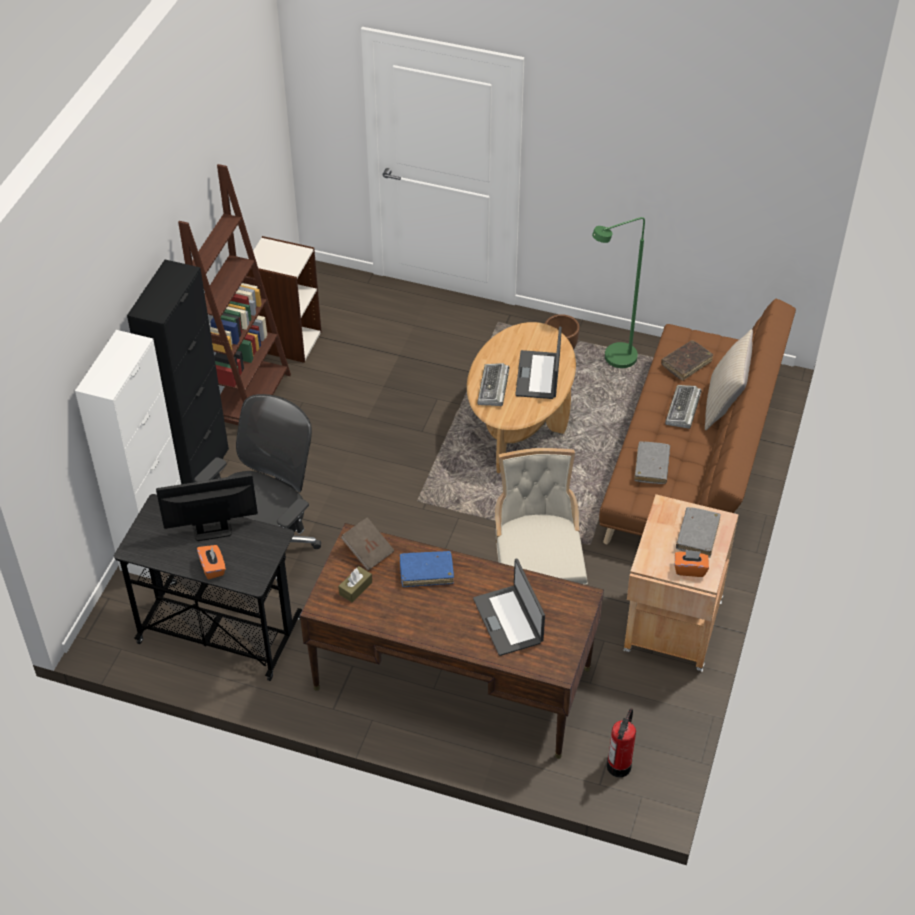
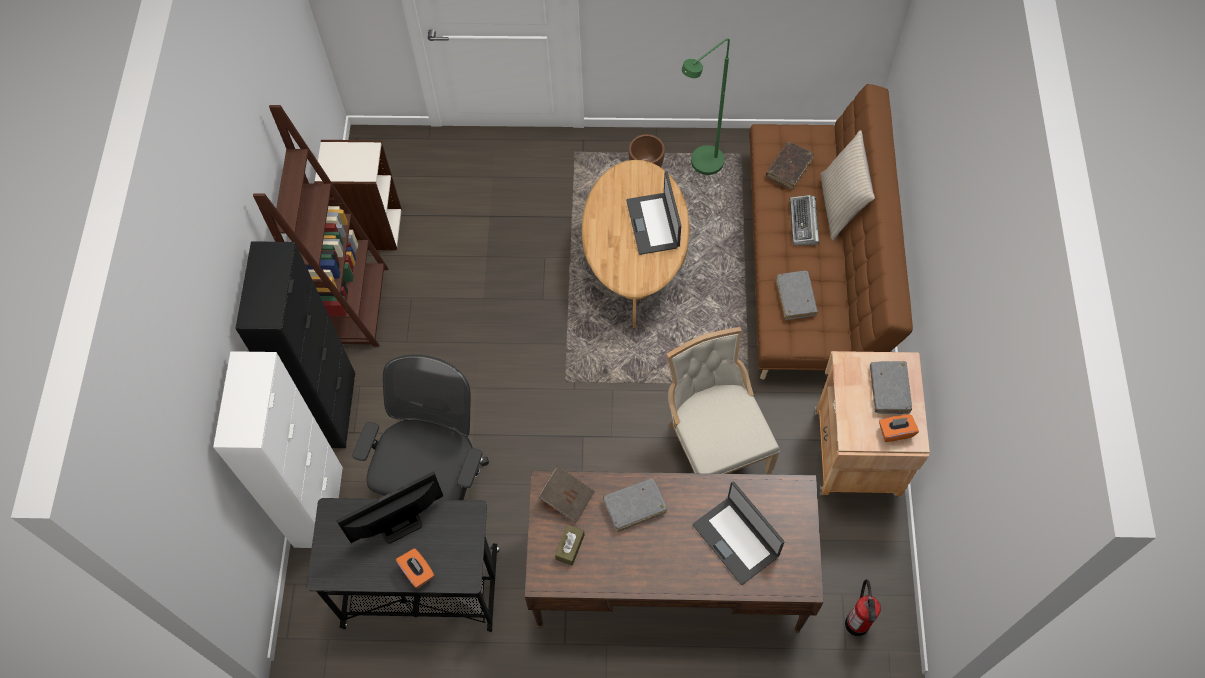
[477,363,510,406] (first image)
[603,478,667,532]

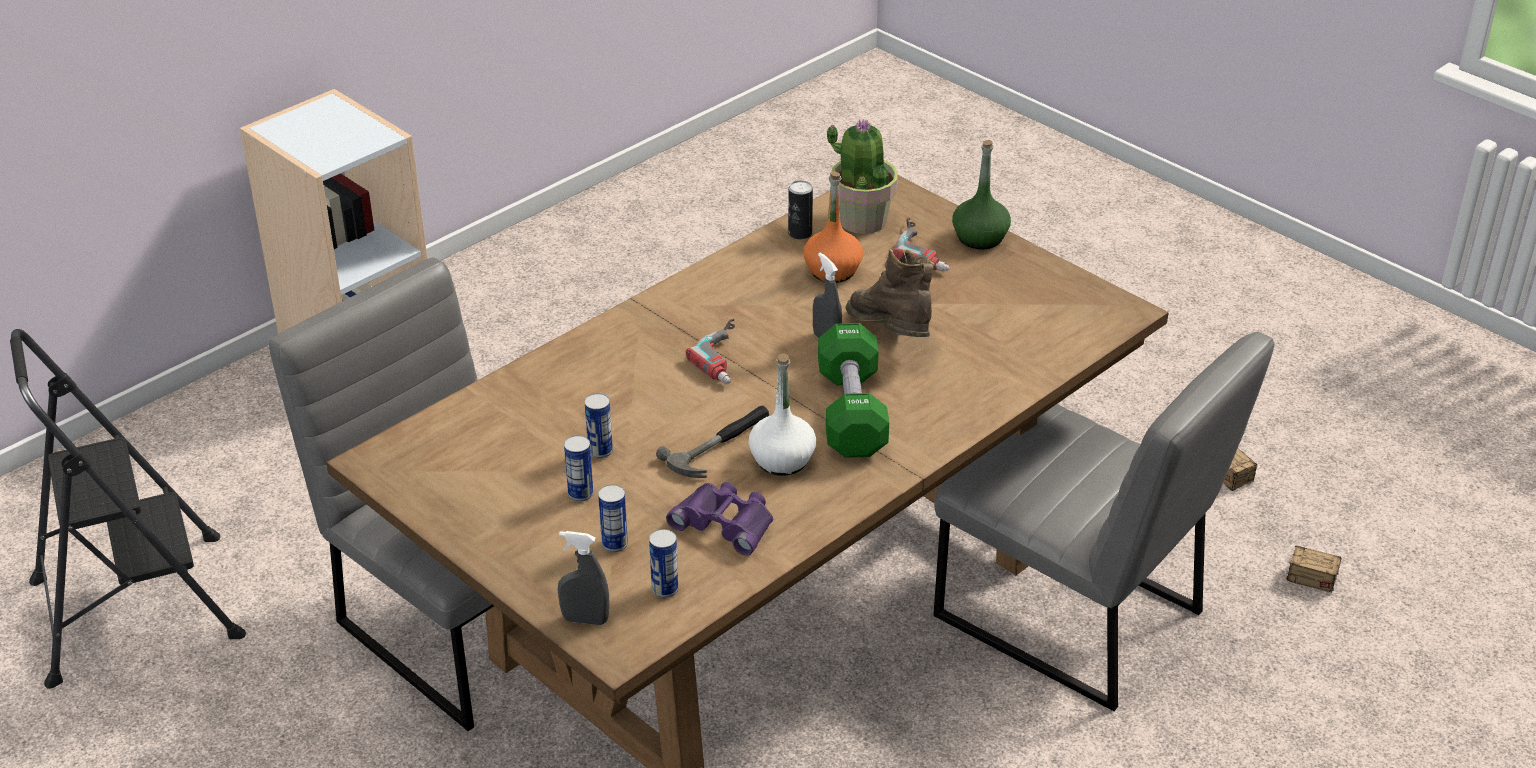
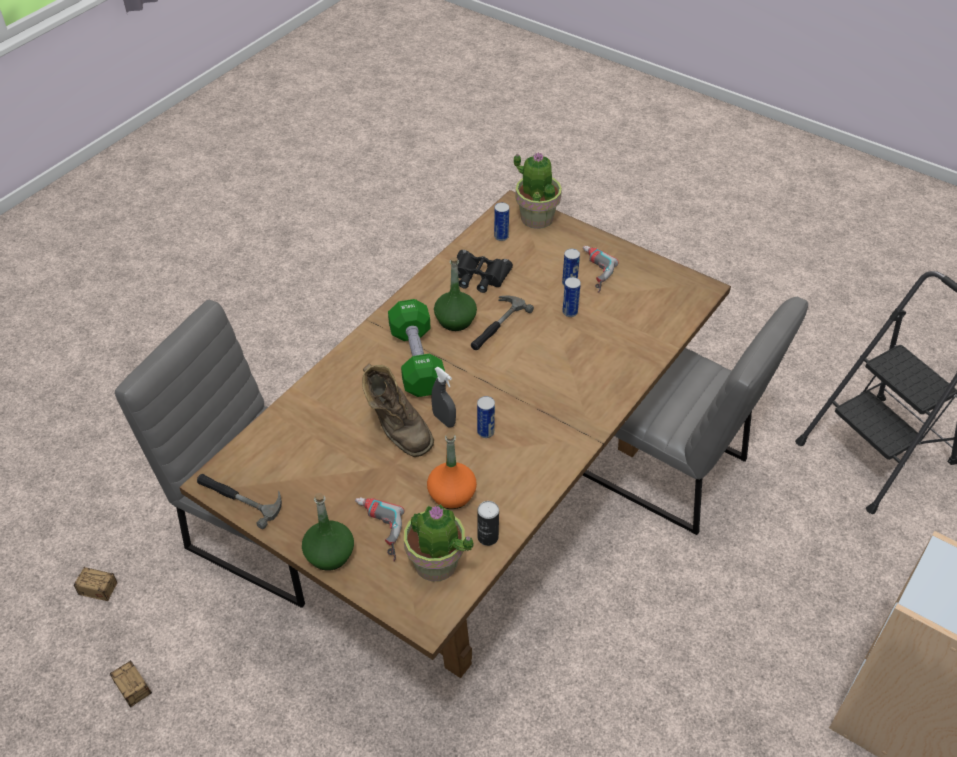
[583,246,619,293]
[434,257,477,331]
[457,250,513,293]
[477,396,495,438]
[514,152,562,229]
[197,474,282,529]

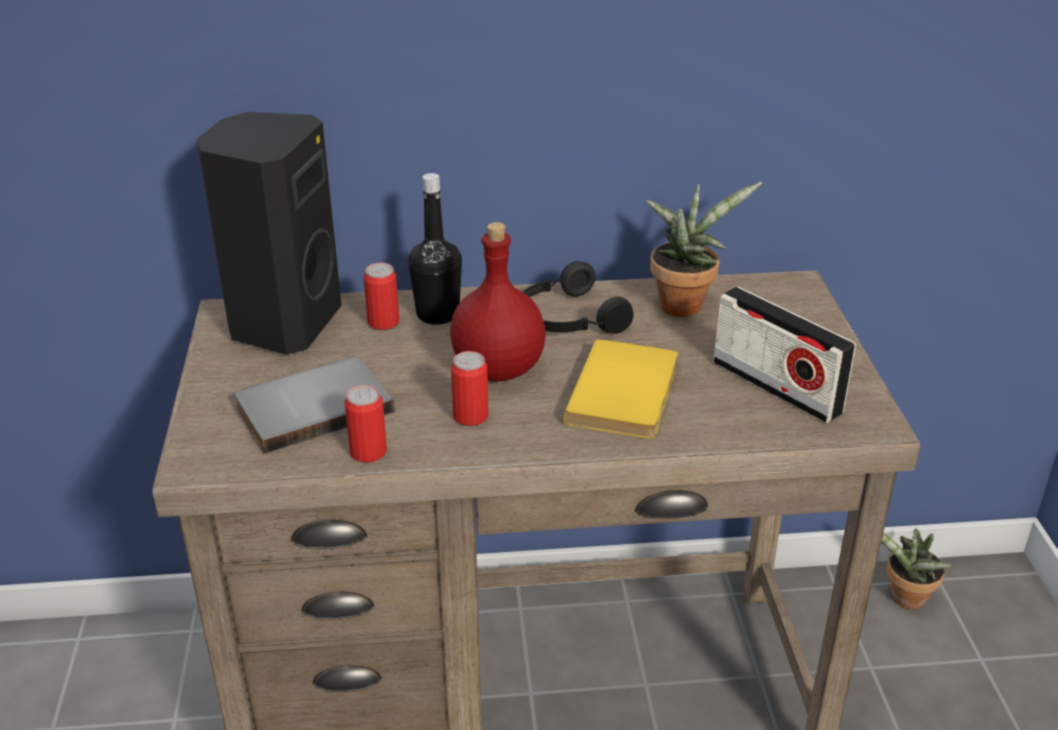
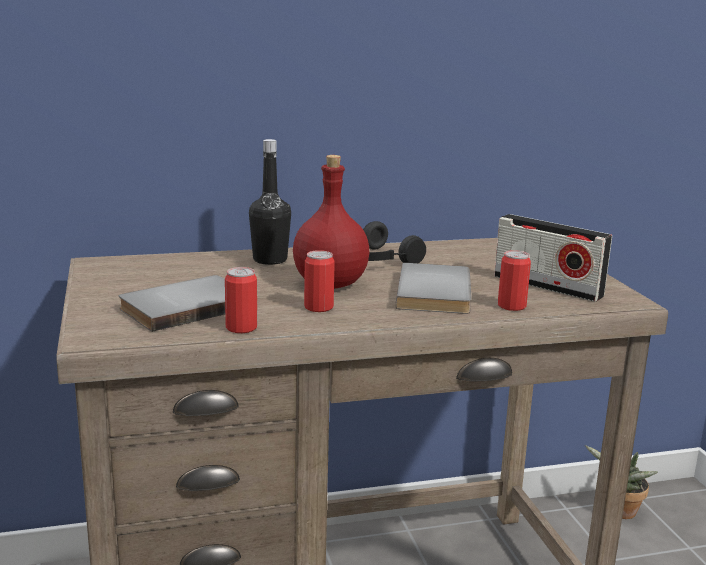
[197,112,342,354] (first image)
[646,182,762,317] (first image)
[498,250,531,311]
[396,263,472,314]

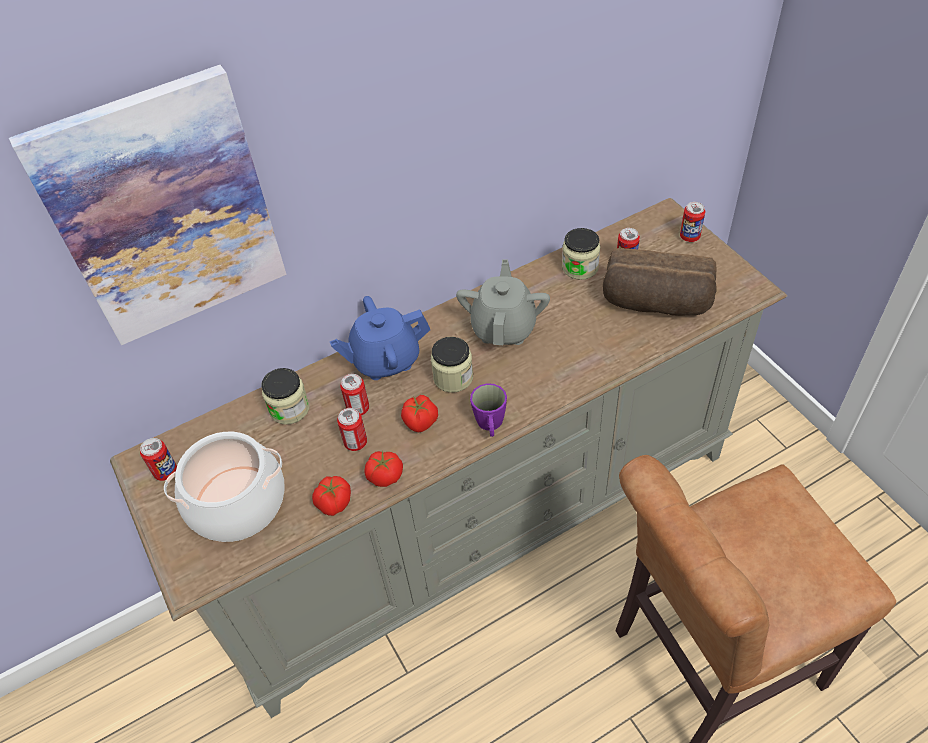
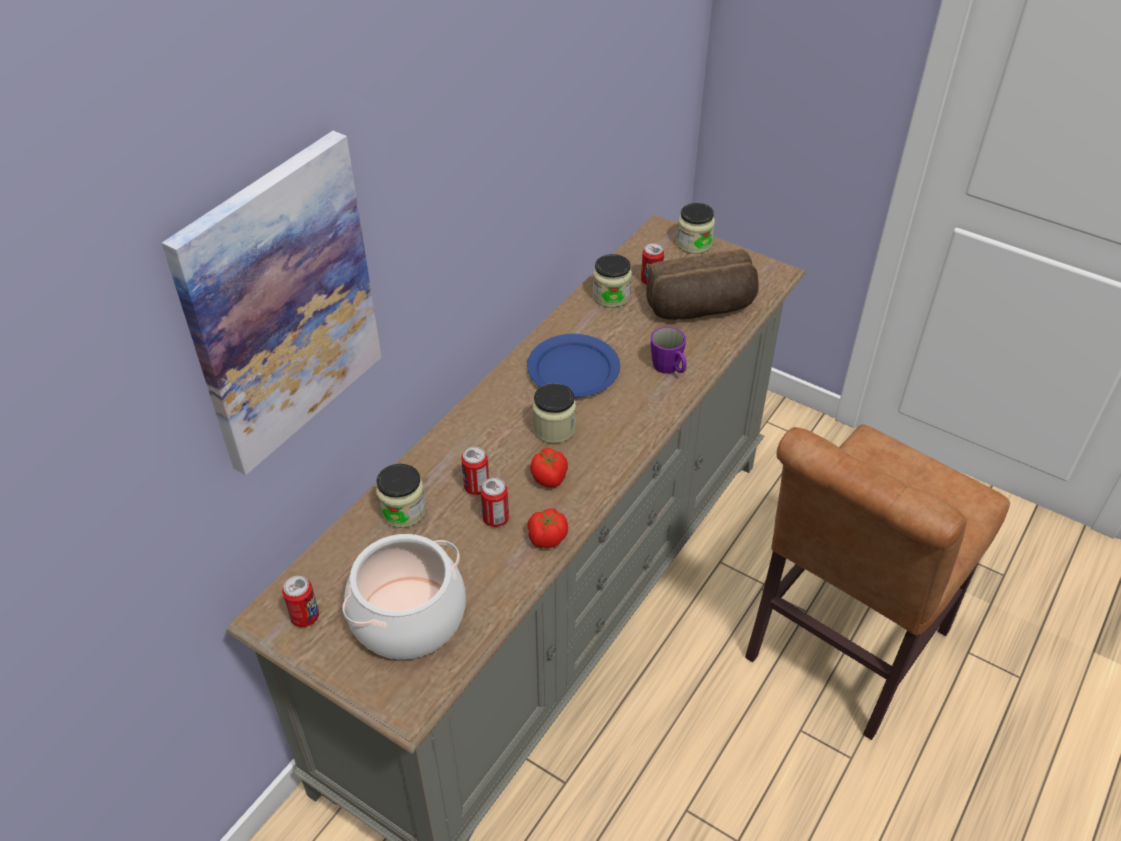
[676,203,715,254]
[527,334,620,397]
[330,296,430,380] (first image)
[651,327,687,374]
[312,476,351,516] (first image)

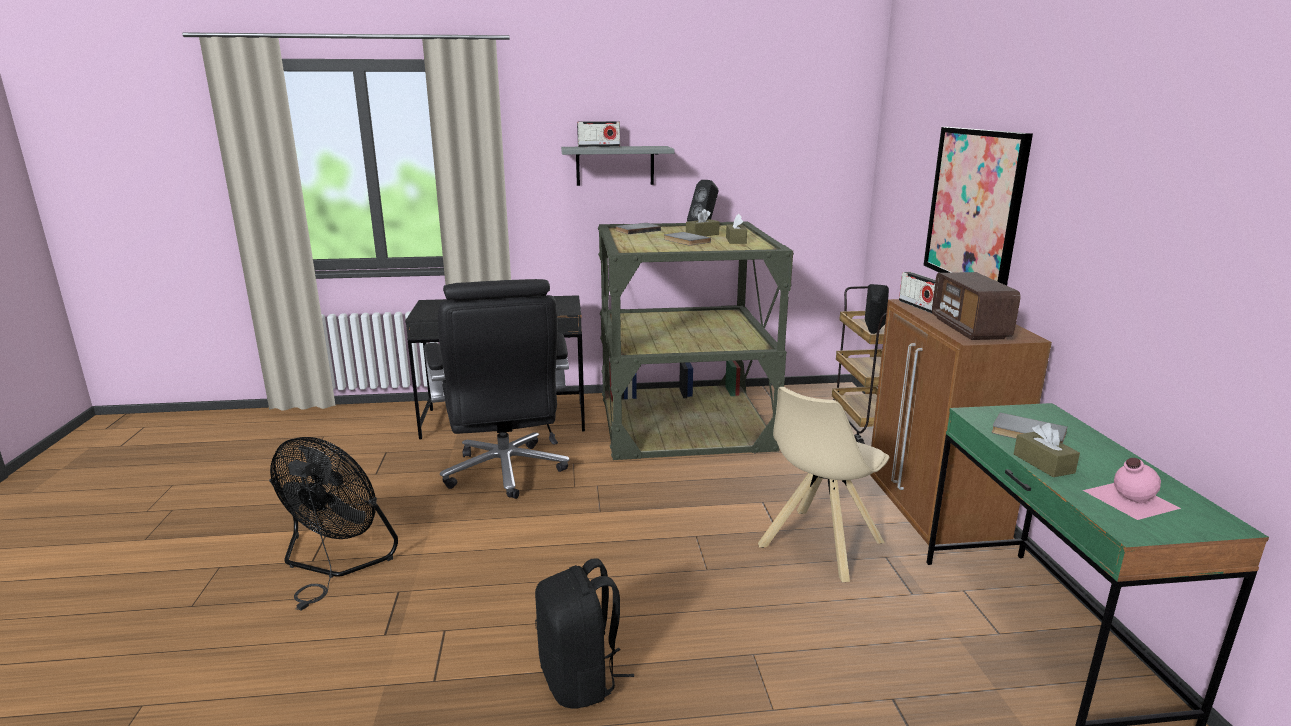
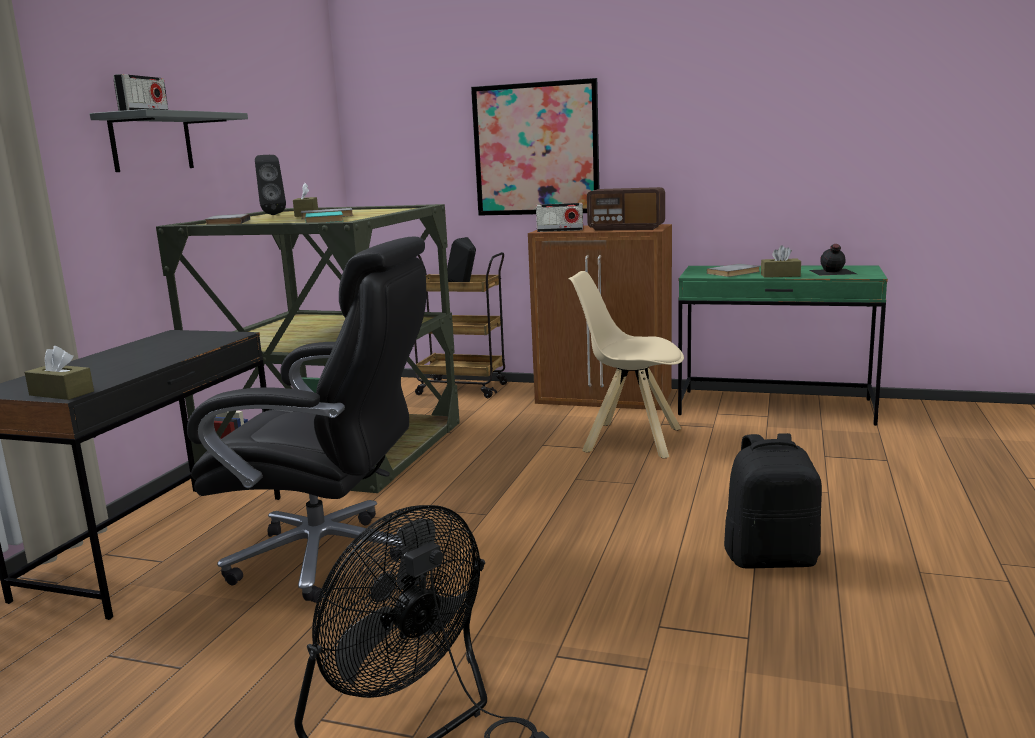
[25,346,94,400]
[569,271,684,459]
[810,244,856,275]
[305,211,343,223]

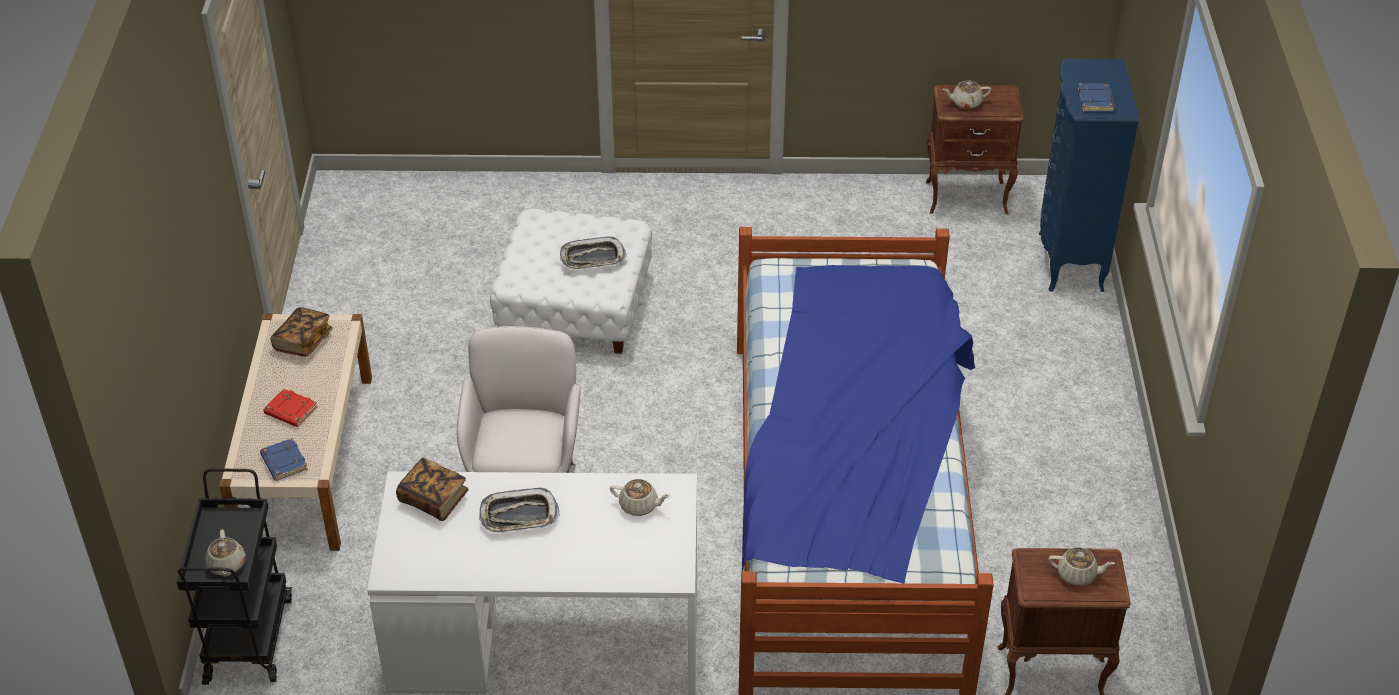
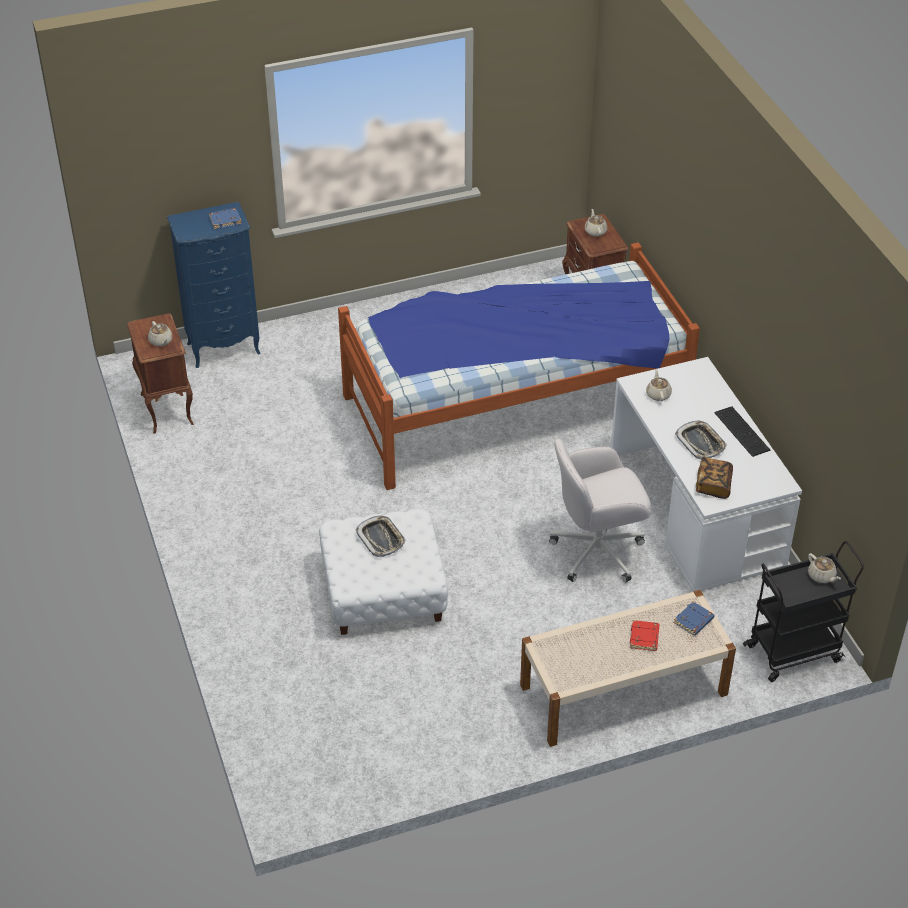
[270,307,333,357] (first image)
[808,553,841,583]
[715,406,771,457]

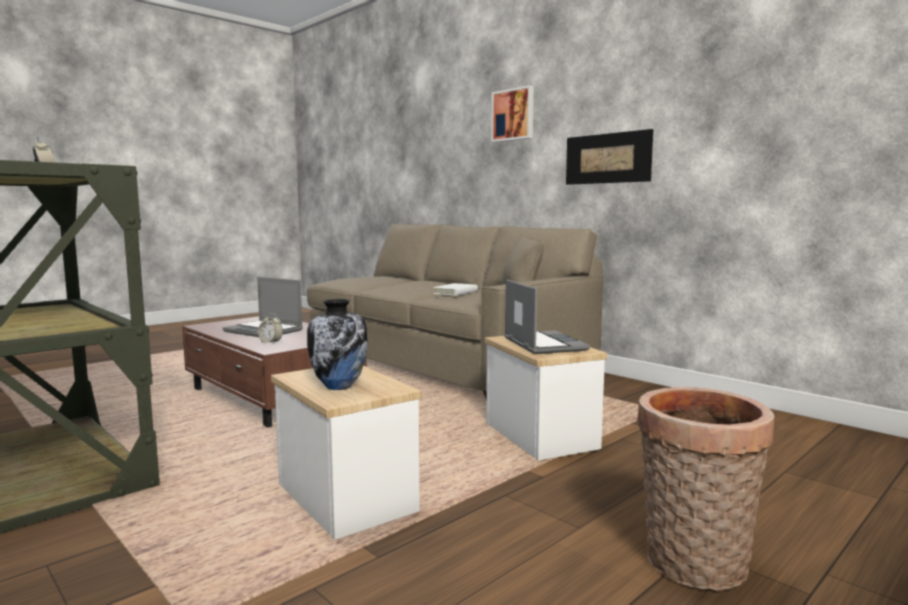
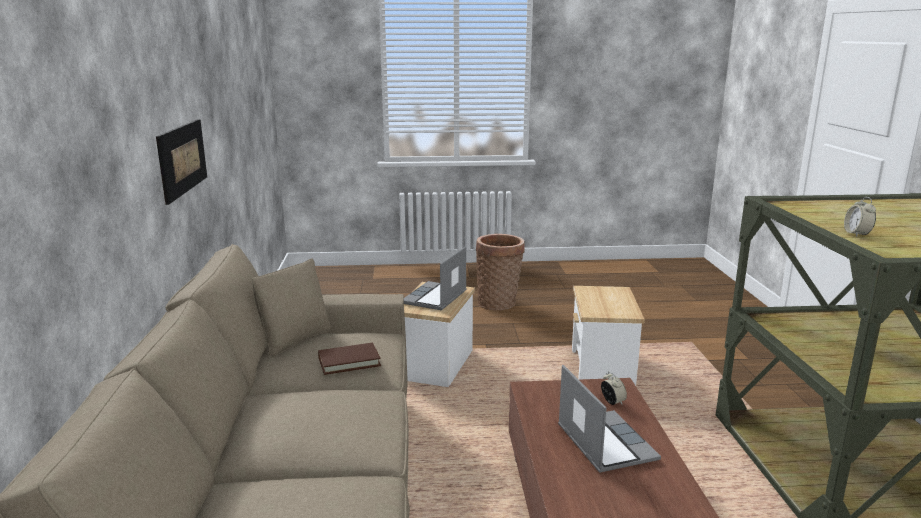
[491,85,534,142] (first image)
[318,343,381,375]
[307,299,367,390] (first image)

